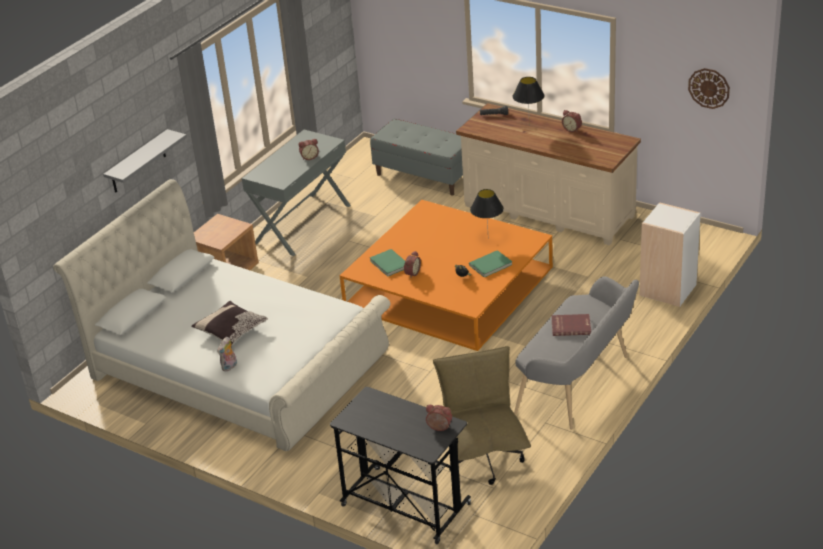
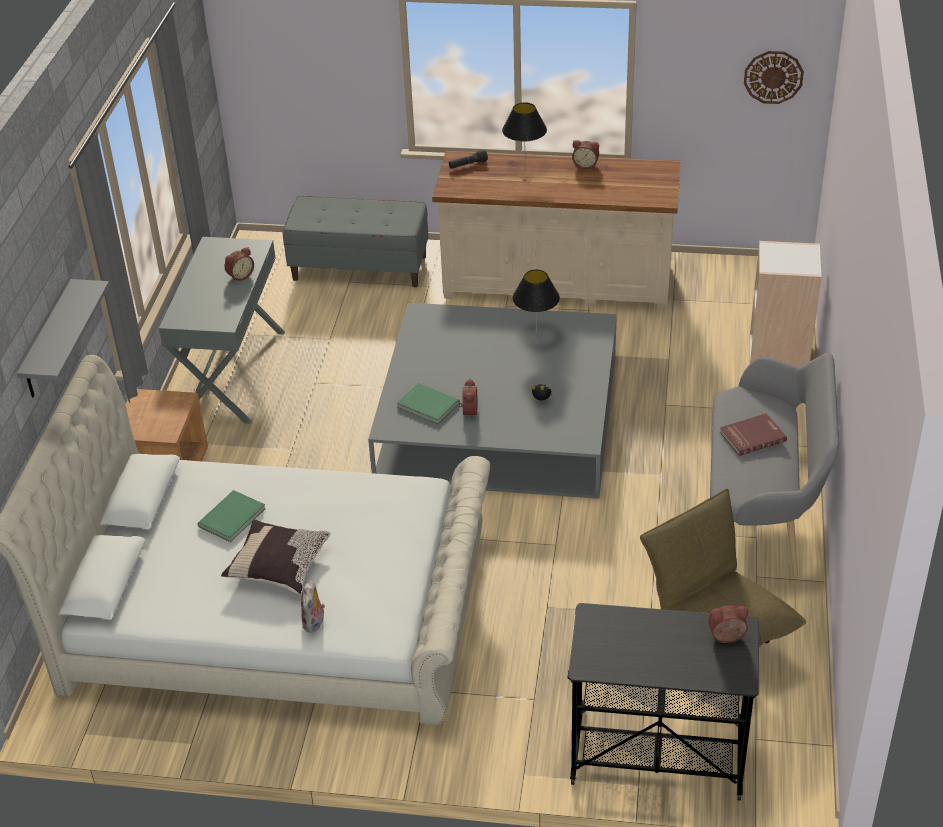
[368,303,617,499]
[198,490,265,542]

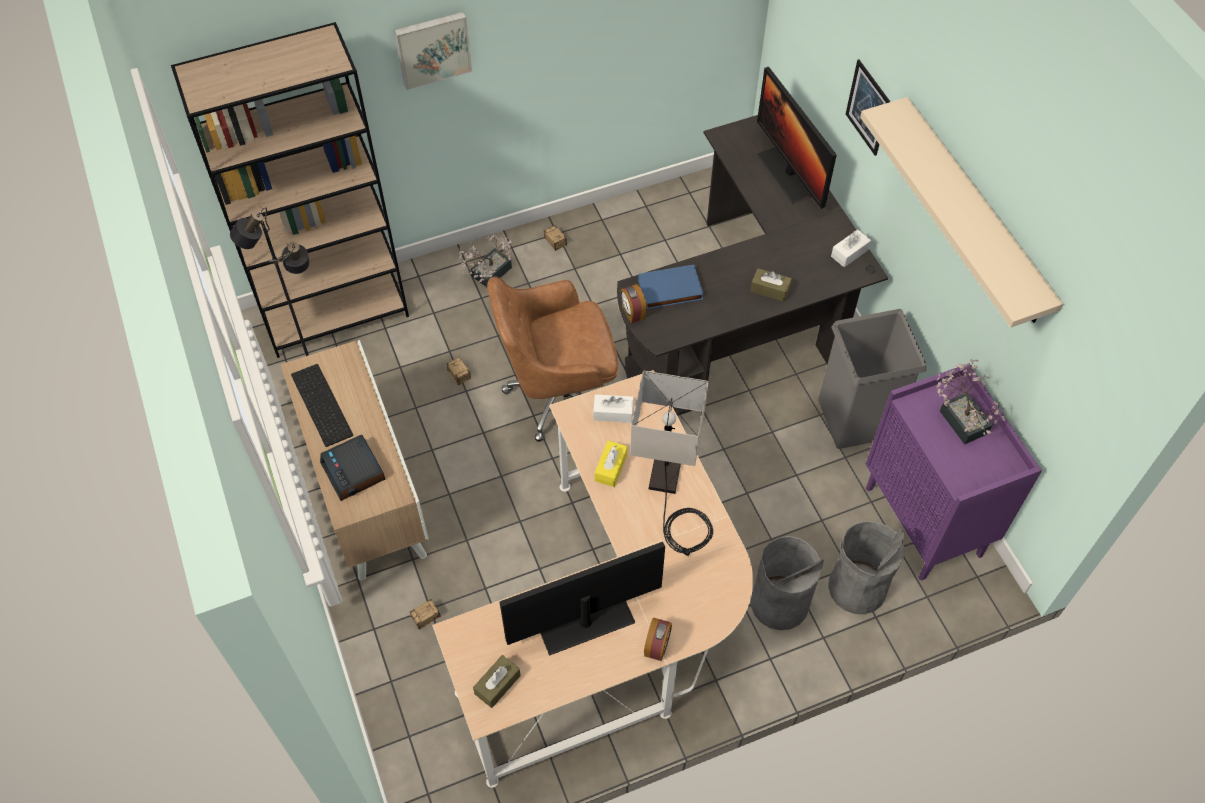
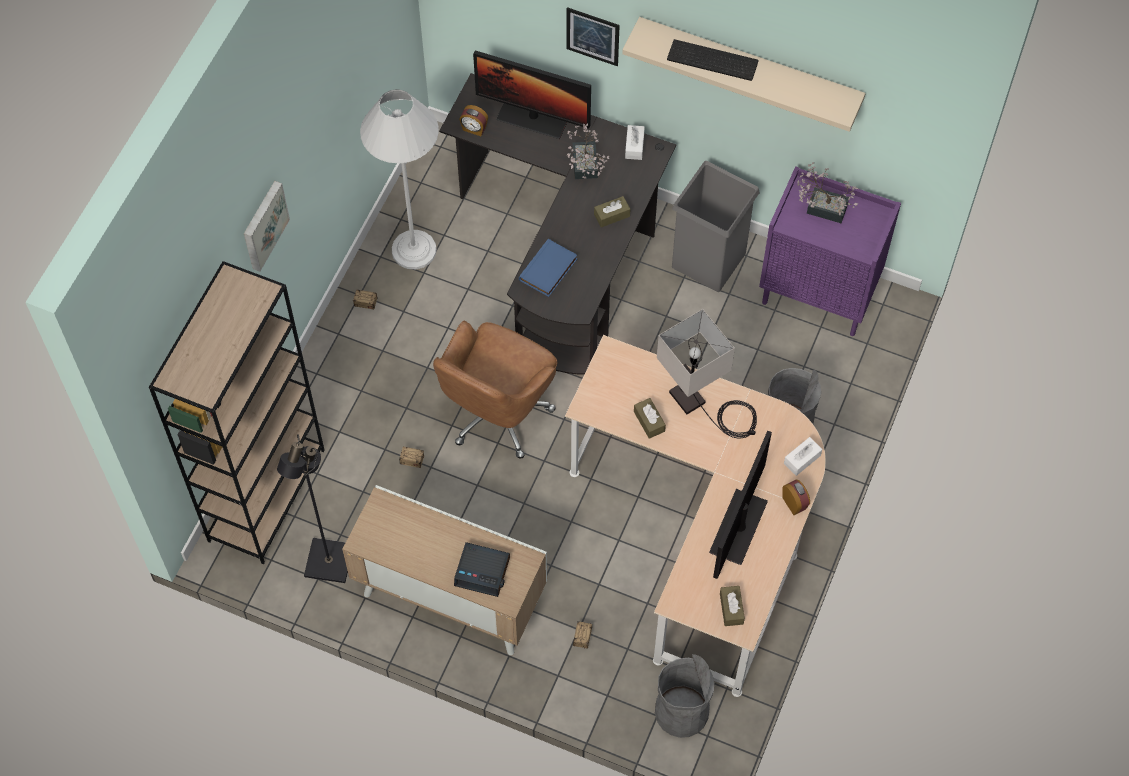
[567,124,609,179]
[459,105,488,136]
[667,39,759,81]
[784,437,822,476]
[634,398,666,439]
[655,654,714,738]
[360,89,439,269]

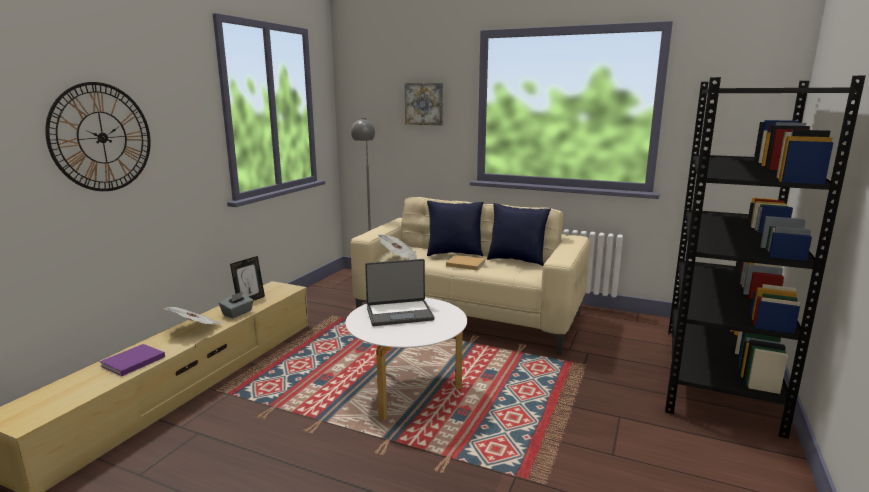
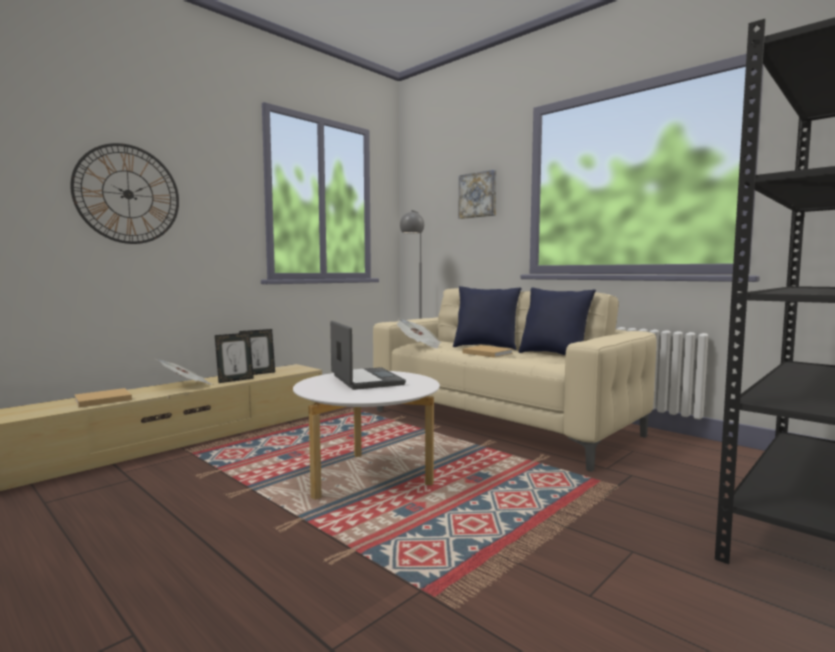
[330,321,406,390]
[215,333,254,383]
[74,388,132,407]

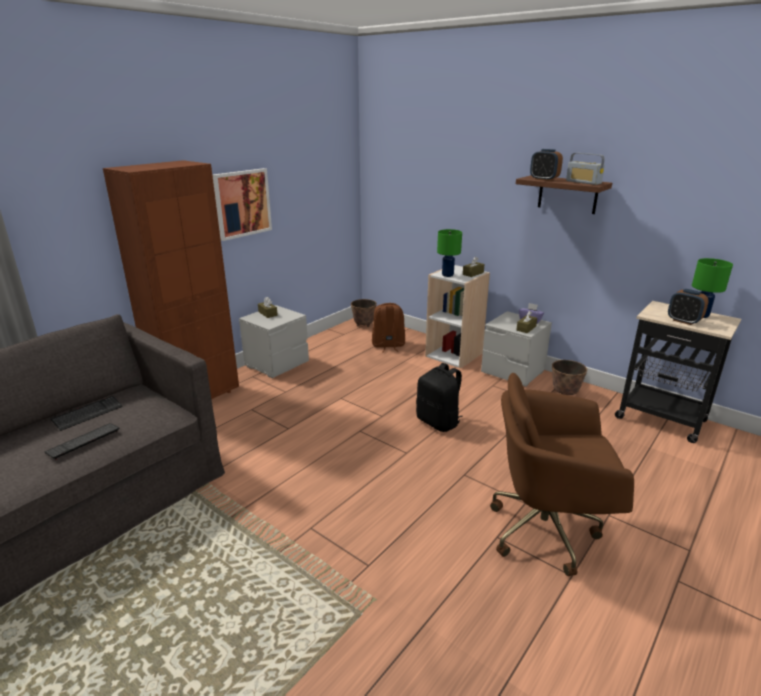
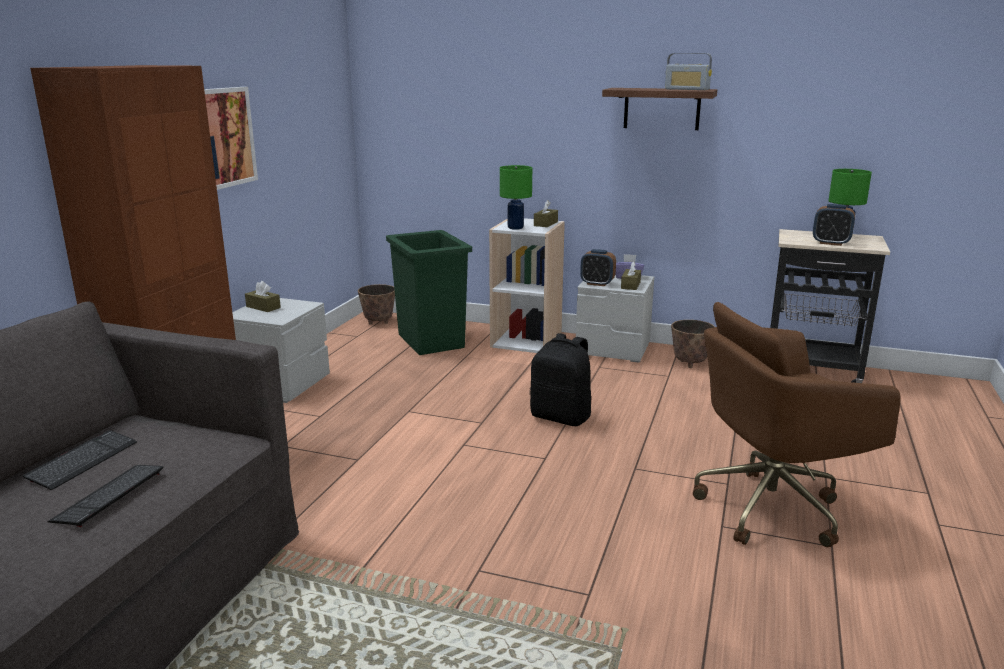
[580,249,616,286]
[386,230,472,355]

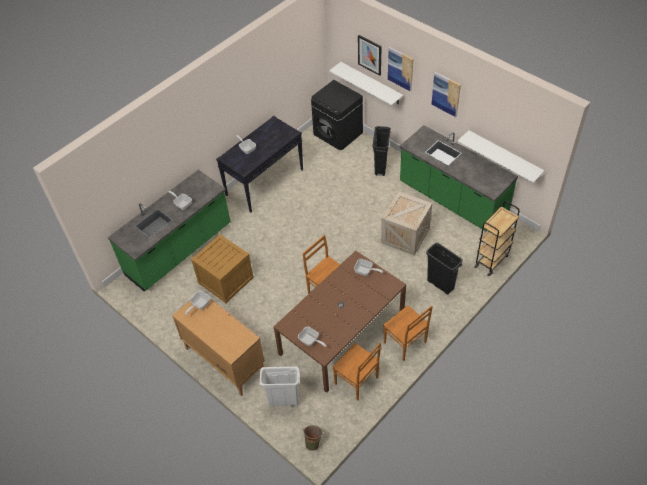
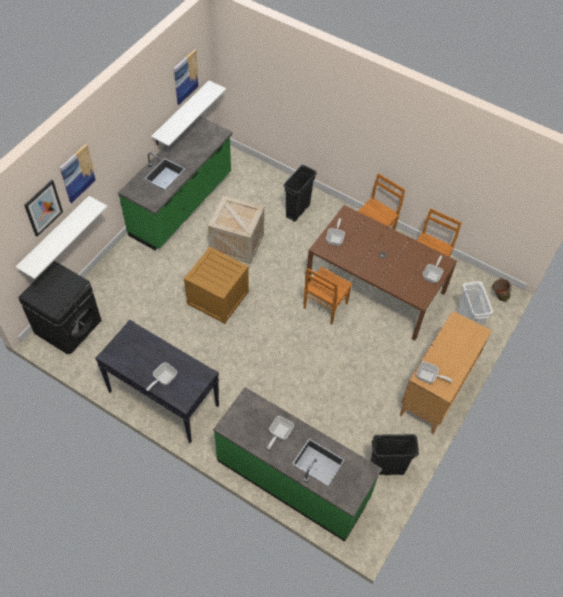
[174,49,199,105]
[371,434,419,475]
[475,201,520,276] (first image)
[184,246,249,324]

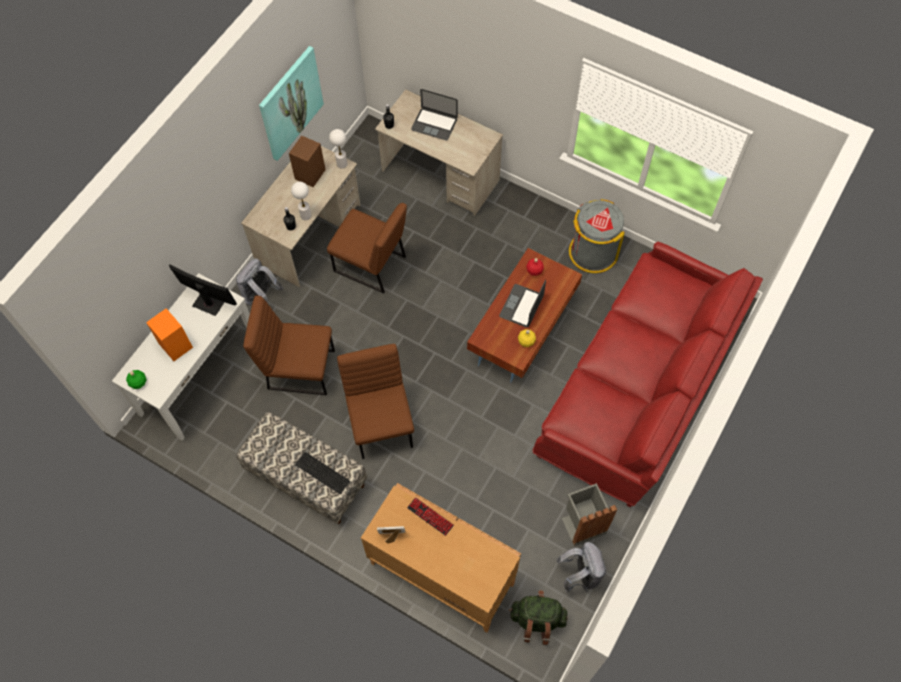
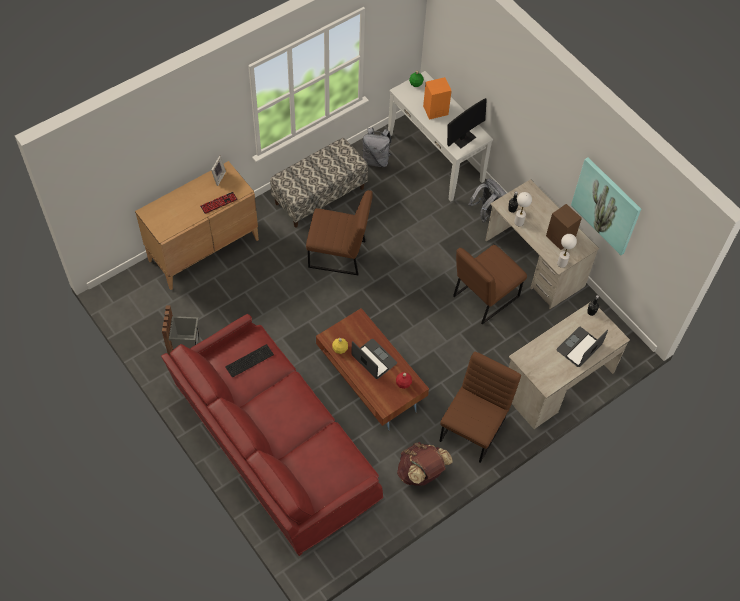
[397,442,453,485]
[440,352,521,463]
[225,344,274,378]
[362,127,392,167]
[509,590,568,645] (first image)

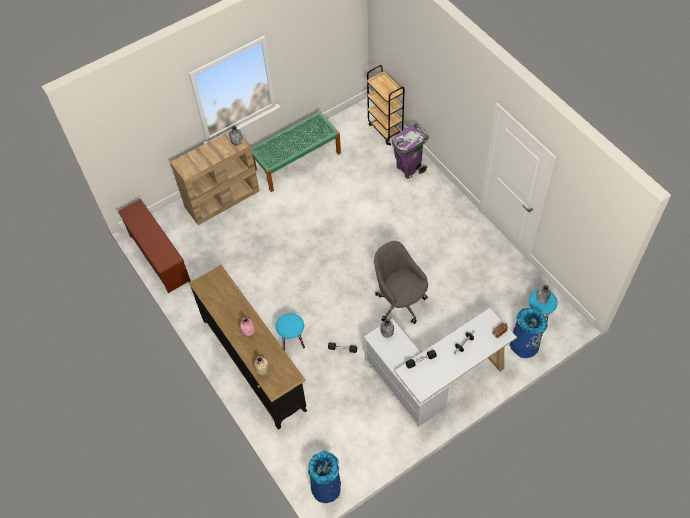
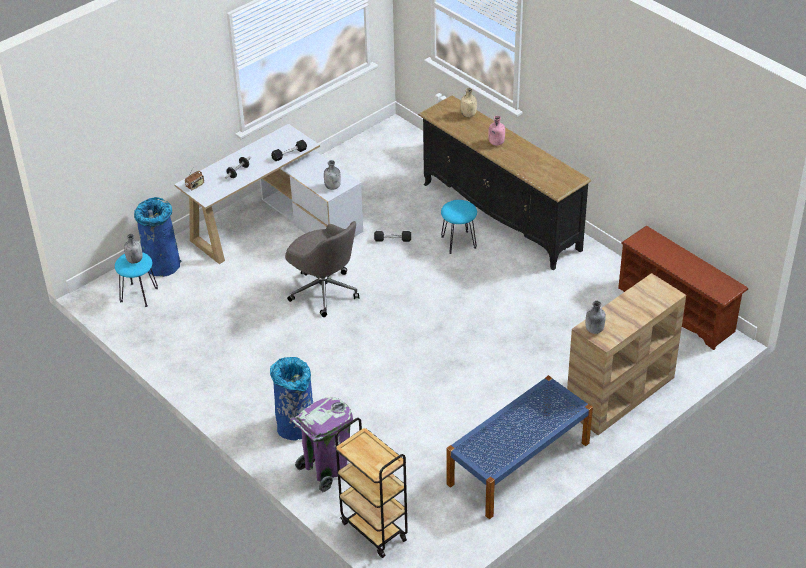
[446,375,593,519]
[270,357,313,440]

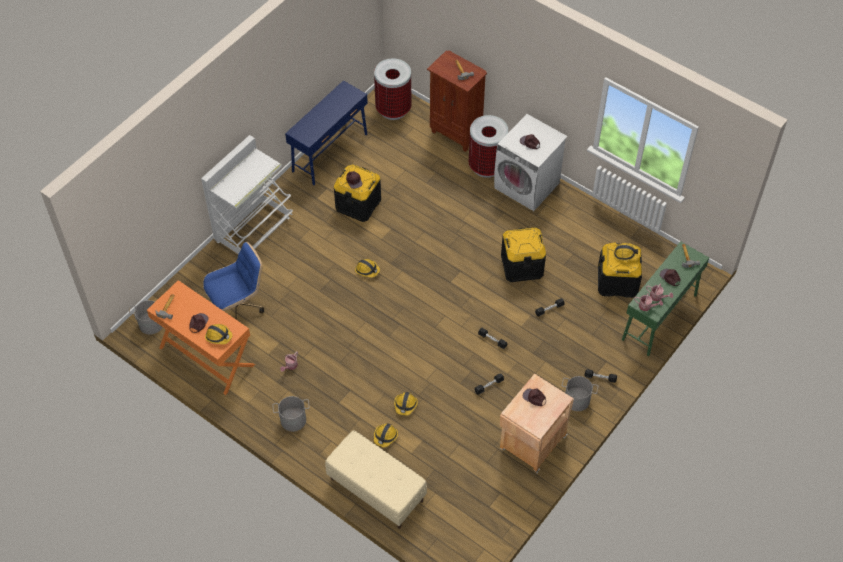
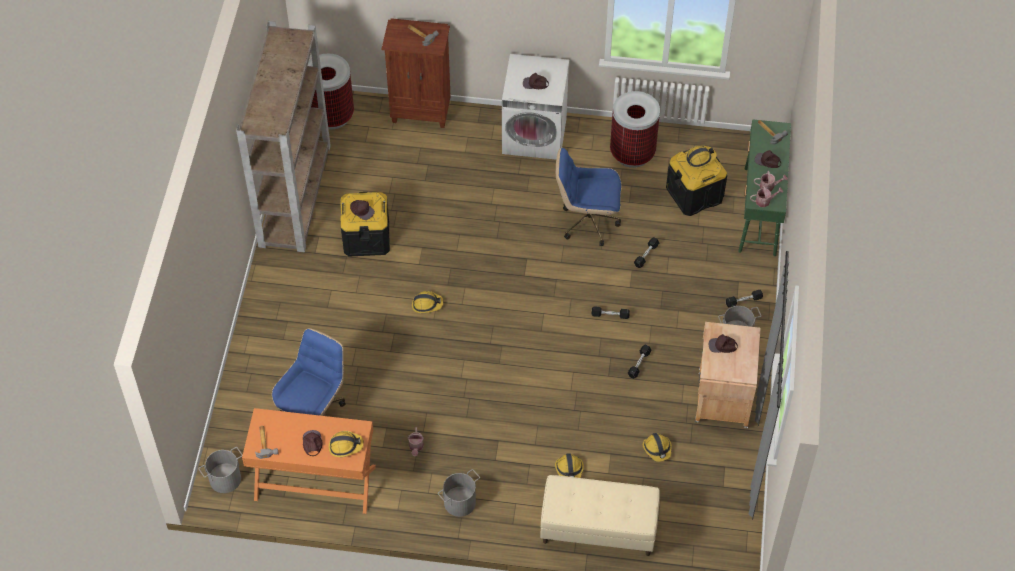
[236,21,331,253]
[610,91,660,168]
[201,135,293,254] (first image)
[556,147,621,246]
[643,433,672,462]

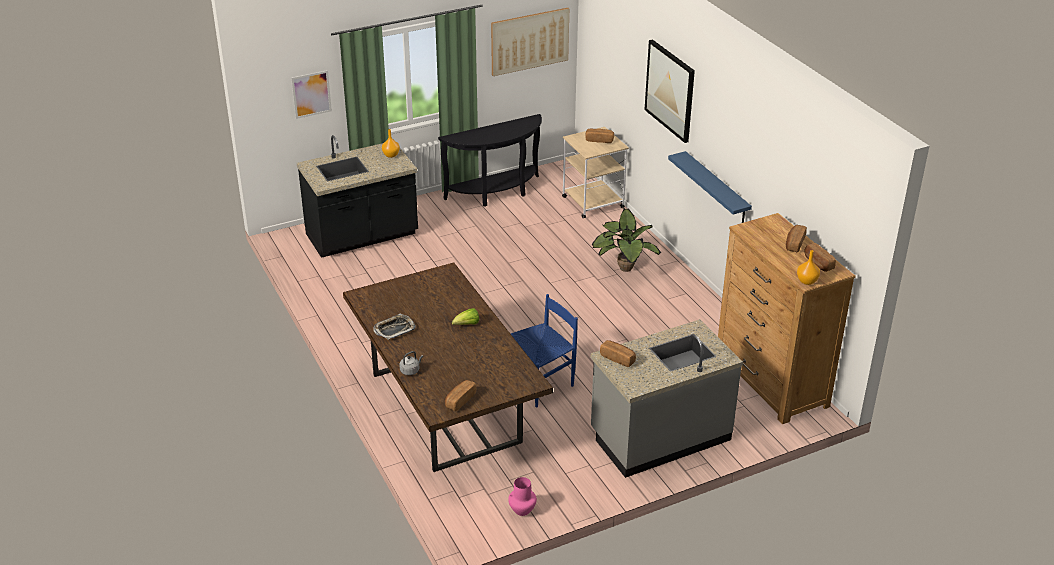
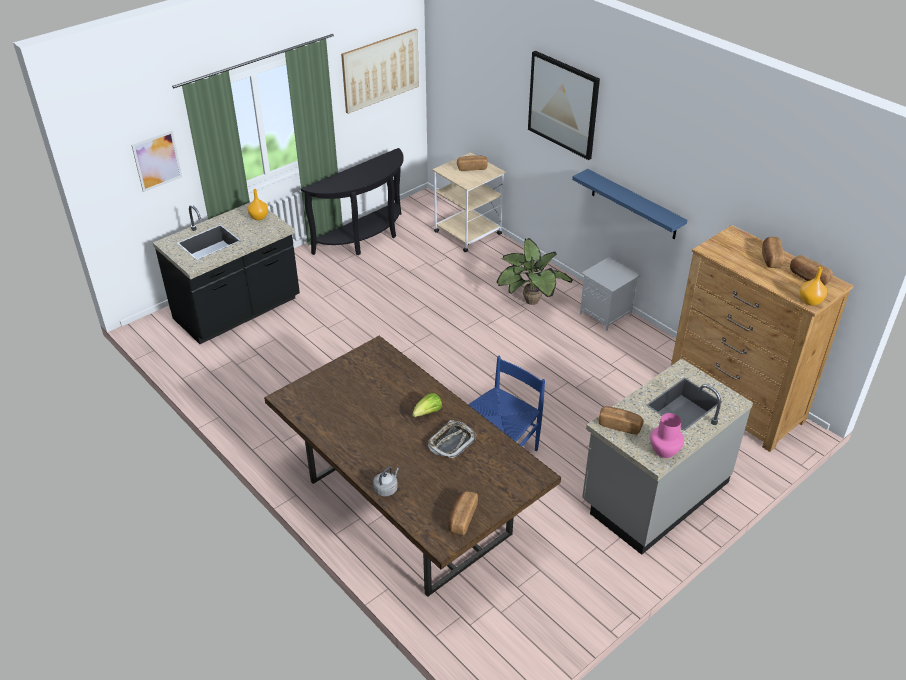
[428,420,476,459]
[650,413,684,458]
[580,257,640,331]

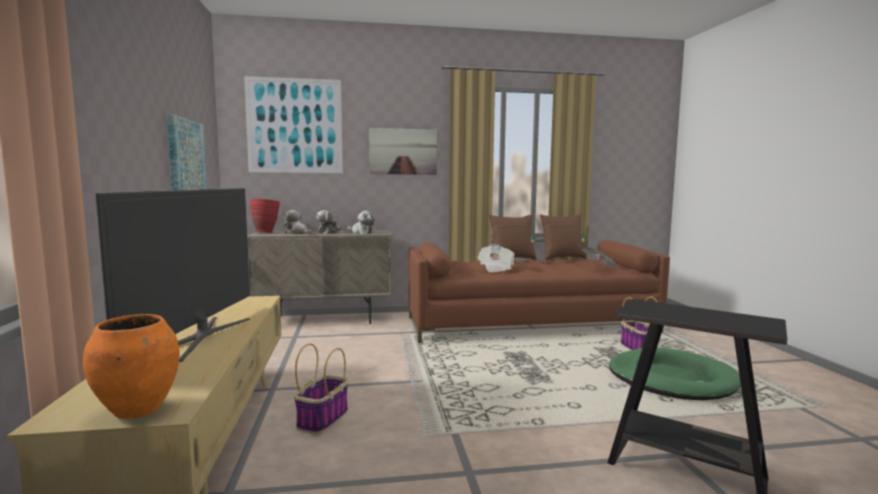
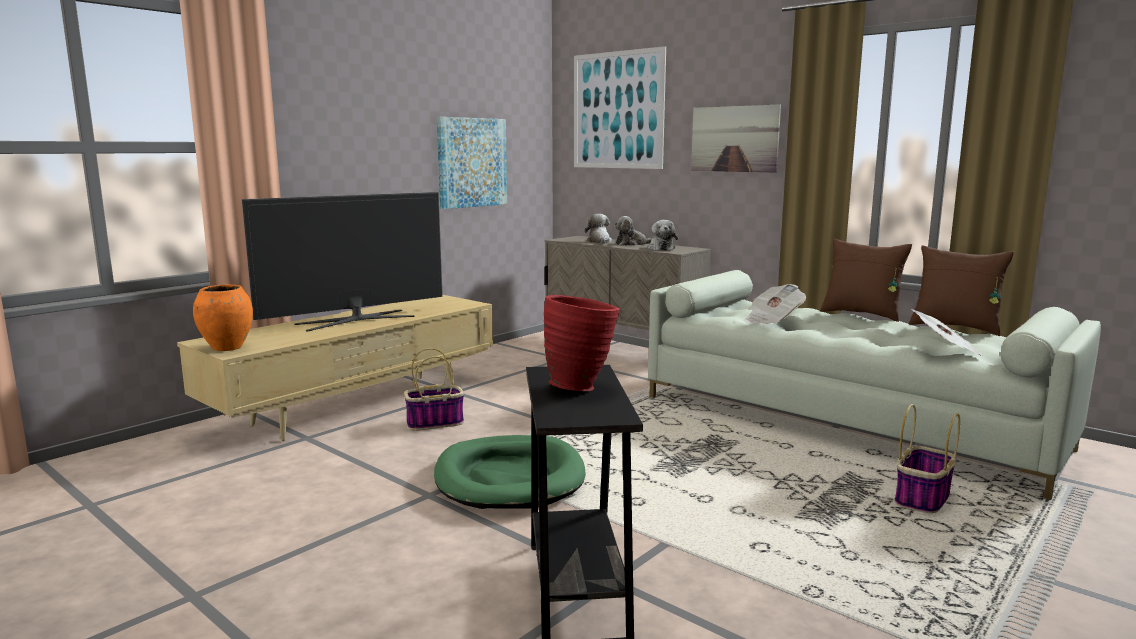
[544,295,620,391]
[648,270,1101,500]
[434,435,586,509]

